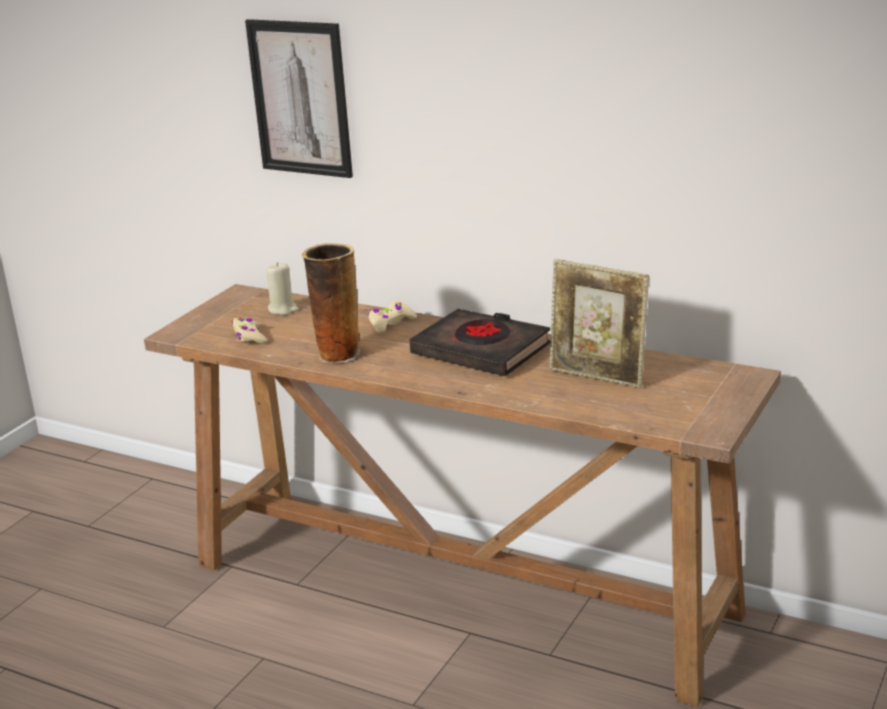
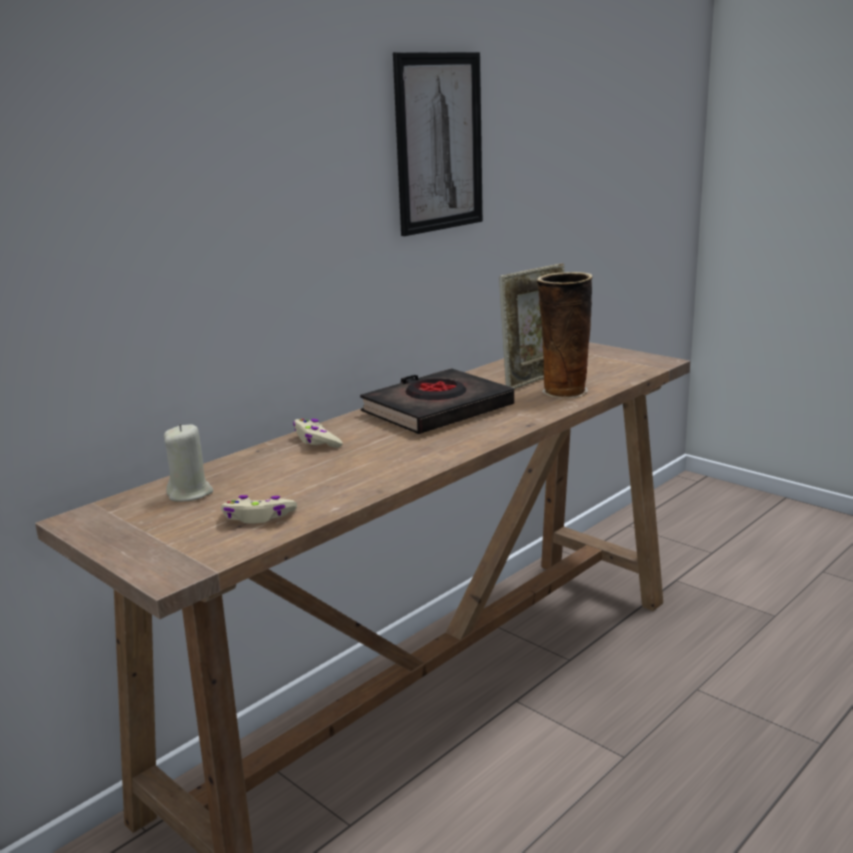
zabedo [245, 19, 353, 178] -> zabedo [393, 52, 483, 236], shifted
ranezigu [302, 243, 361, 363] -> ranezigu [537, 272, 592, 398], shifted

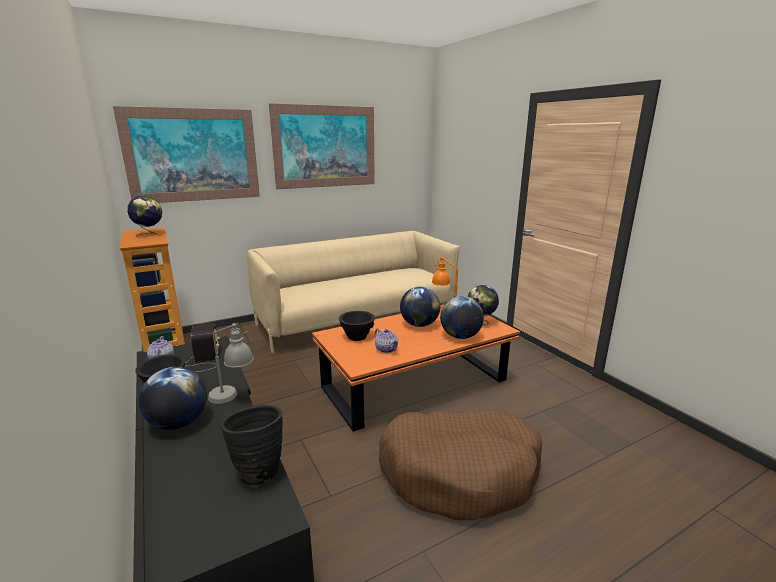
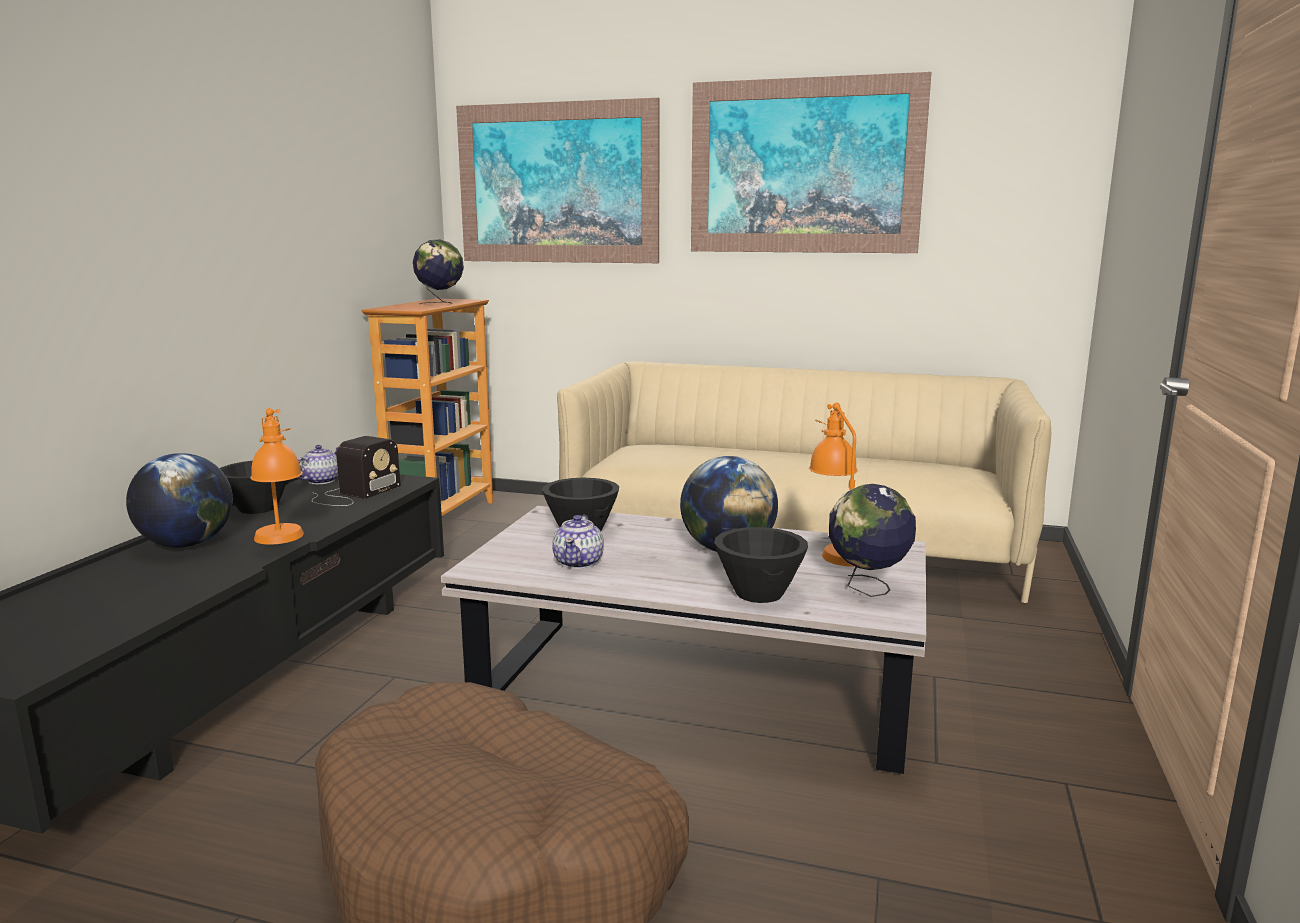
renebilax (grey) [208, 322, 254, 404] -> renebilax (orange) [250, 408, 304, 545]
ranezigu (black) [220, 405, 283, 487] -> none
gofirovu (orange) [312, 305, 520, 432] -> gofirovu (white) [441, 506, 926, 774]
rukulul [440, 296, 484, 339] -> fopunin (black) [715, 527, 808, 603]

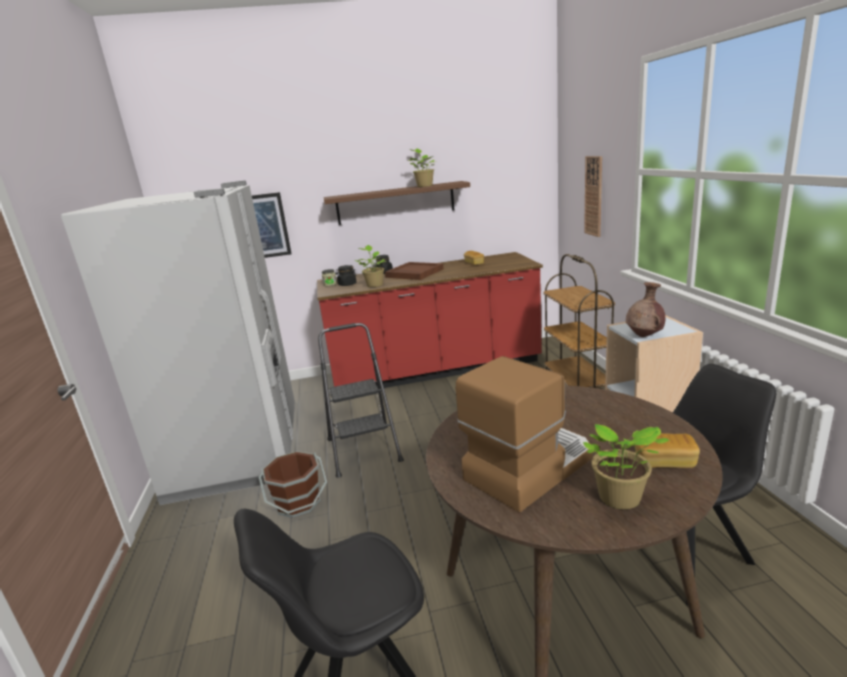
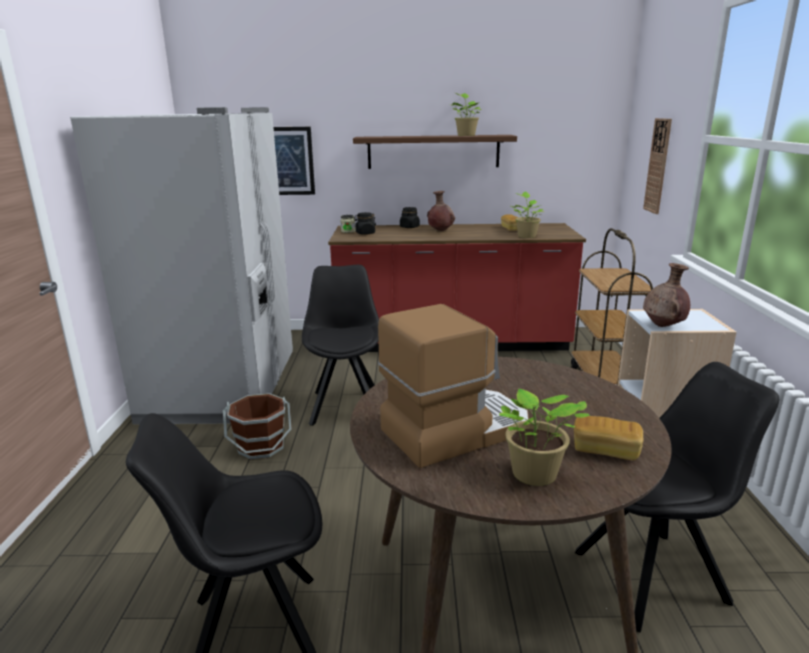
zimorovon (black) [318, 323, 404, 478] -> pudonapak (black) [302, 265, 379, 426]
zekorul [354, 245, 386, 287] -> zekorul [511, 192, 544, 238], shifted
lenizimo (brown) [385, 262, 444, 280] -> ranezigu (brown) [427, 191, 455, 231]

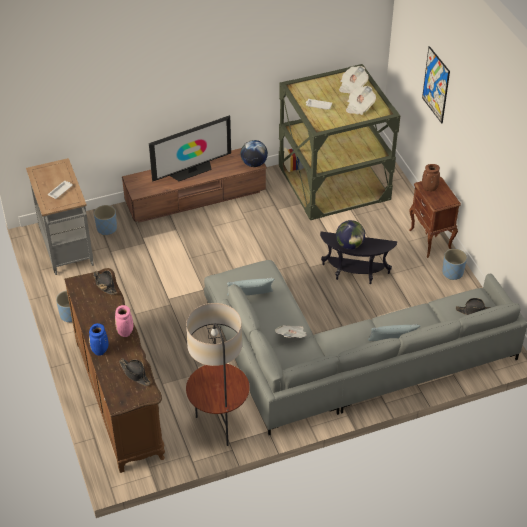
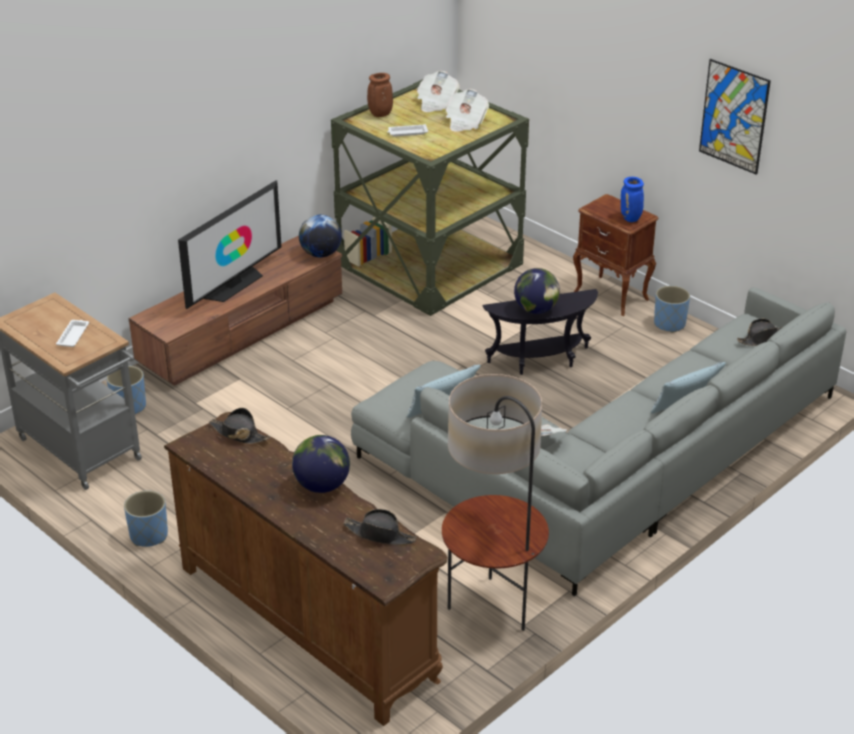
ranezigu (blue) [89, 323, 109, 356] -> ranezigu (blue) [621, 177, 644, 222], shifted
ranezigu (pink) [115, 305, 133, 337] -> rukulul [292, 435, 350, 493]
zabedo [422, 46, 450, 124] -> zabedo [699, 59, 771, 175], shifted
ranezigu (brown) [422, 164, 440, 192] -> ranezigu (brown) [367, 73, 393, 117], shifted

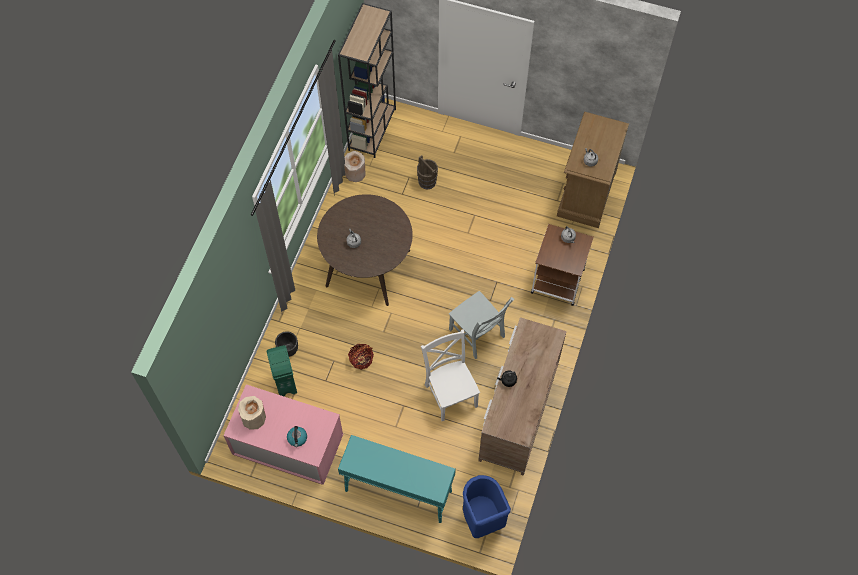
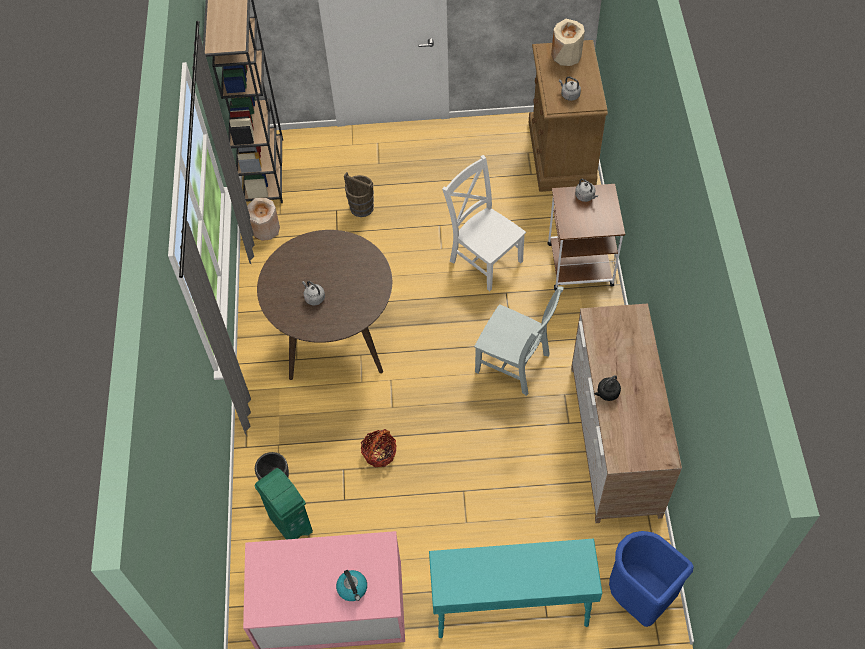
ranezigu (beige) [238, 396, 266, 430] -> ranezigu (beige) [551, 19, 585, 66], shifted
pudonapak (white) [421, 329, 480, 421] -> pudonapak (white) [442, 155, 526, 291], shifted

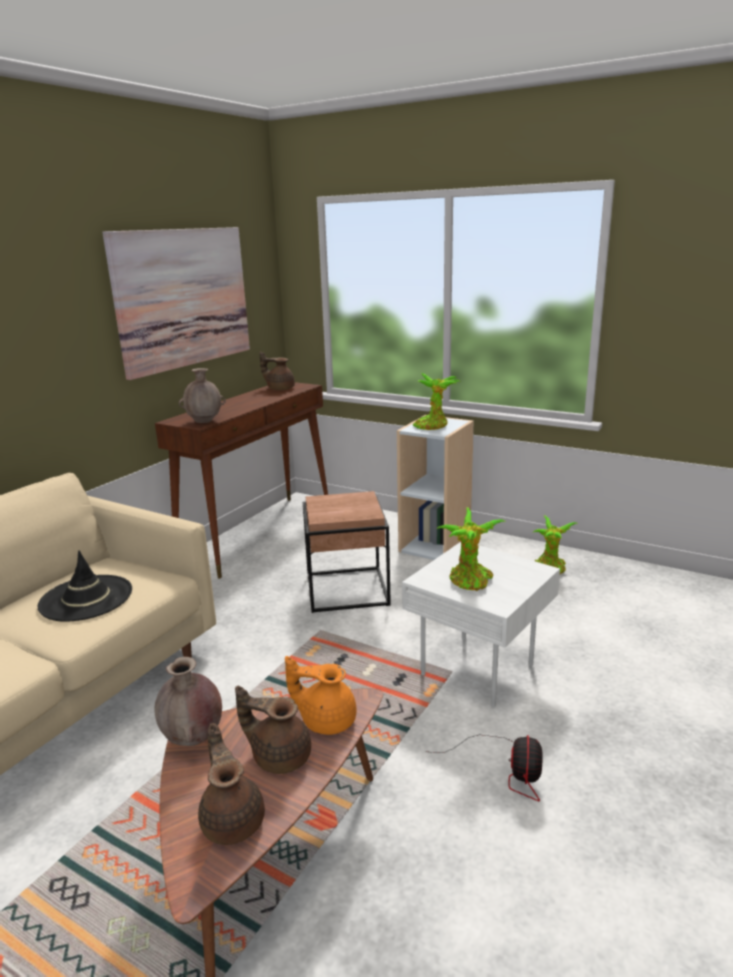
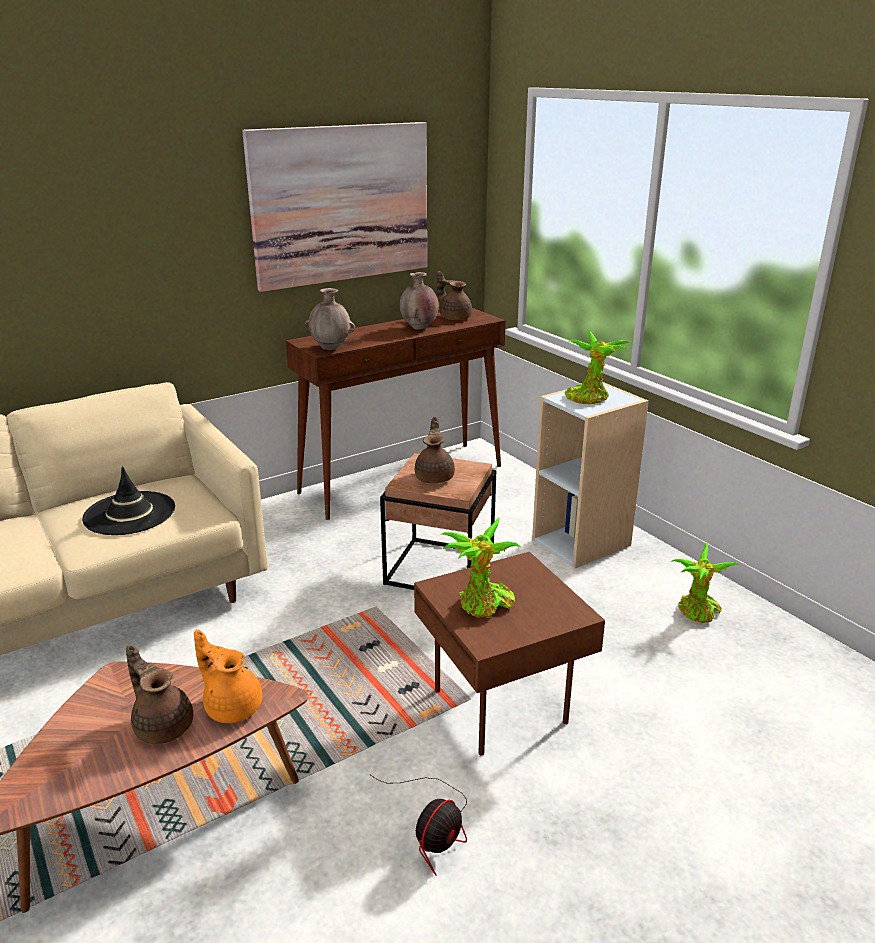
ranezigu (brown) [154, 657, 222, 746] -> ranezigu (brown) [400, 272, 439, 330], shifted
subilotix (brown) [198, 723, 265, 845] -> subilotix (brown) [415, 417, 455, 484], shifted
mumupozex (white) [402, 542, 560, 707] -> mumupozex (brown) [414, 552, 605, 756]

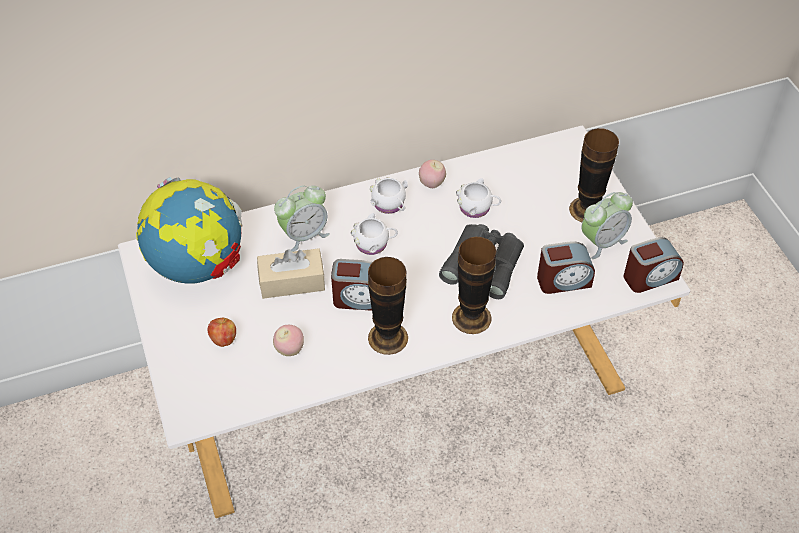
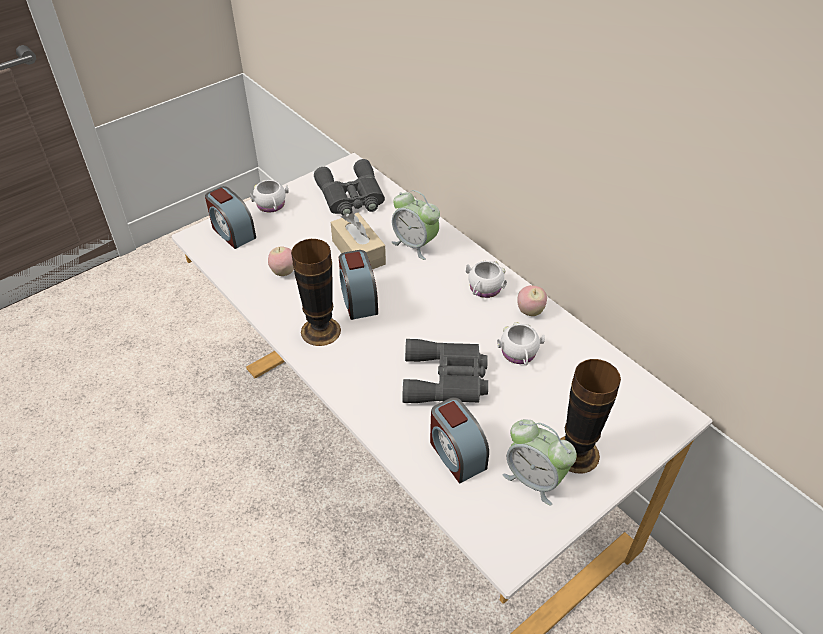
rukulul [136, 177, 242, 284] -> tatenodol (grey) [314, 159, 385, 216]
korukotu [208, 317, 236, 347] -> none
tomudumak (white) [351, 213, 398, 255] -> tomudumak (white) [250, 180, 289, 213], shifted
ranezigu [452, 237, 496, 334] -> none
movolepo [624, 237, 684, 293] -> movolepo [205, 186, 256, 249], shifted

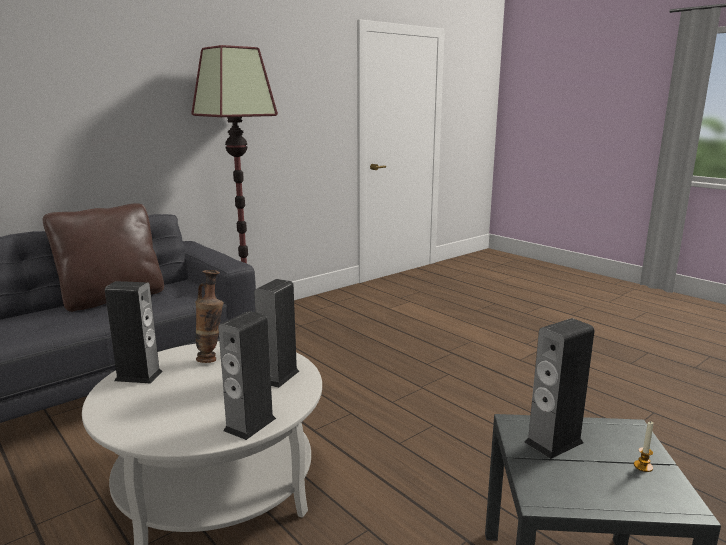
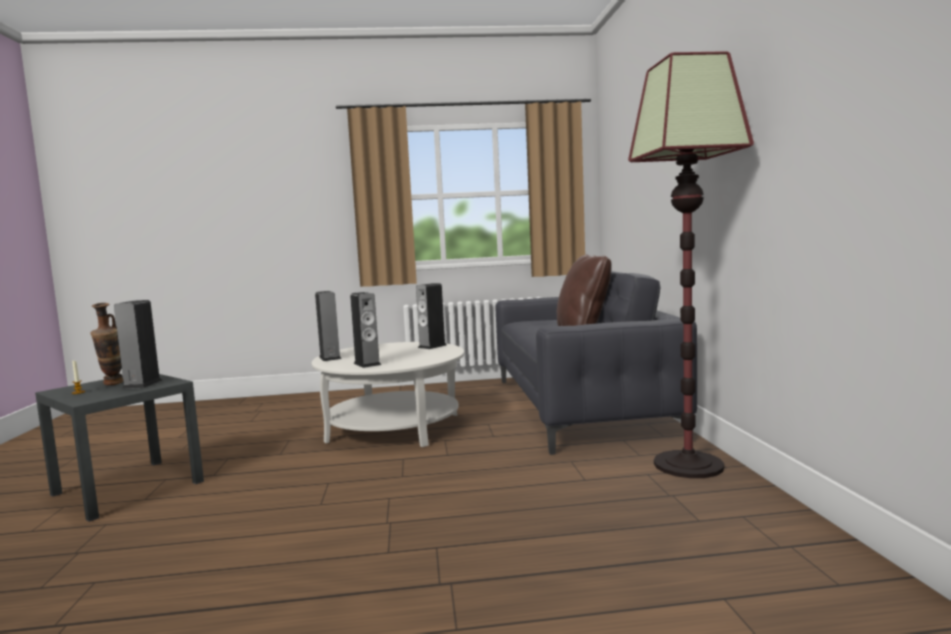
ranezigu [195, 270, 224, 363] -> ranezigu [91, 303, 123, 385], shifted

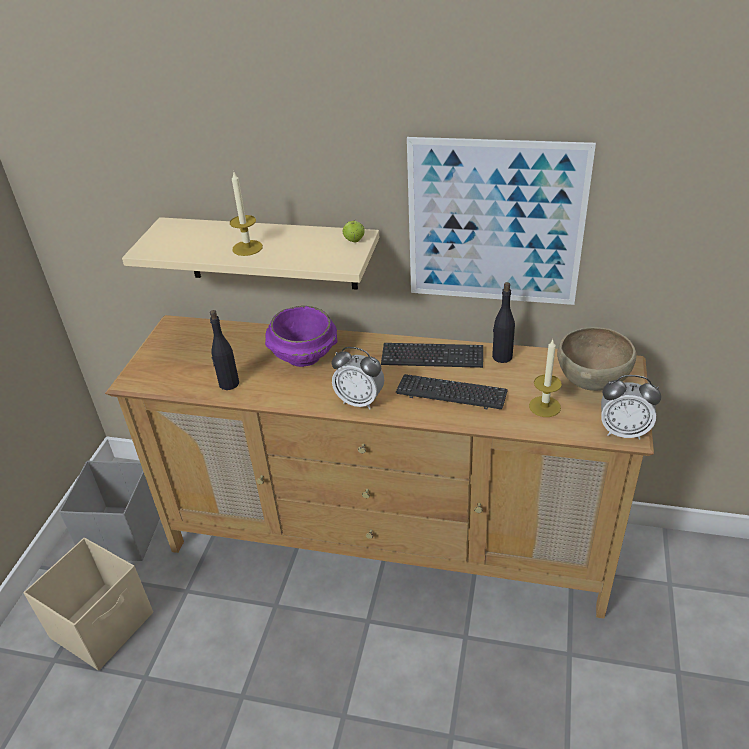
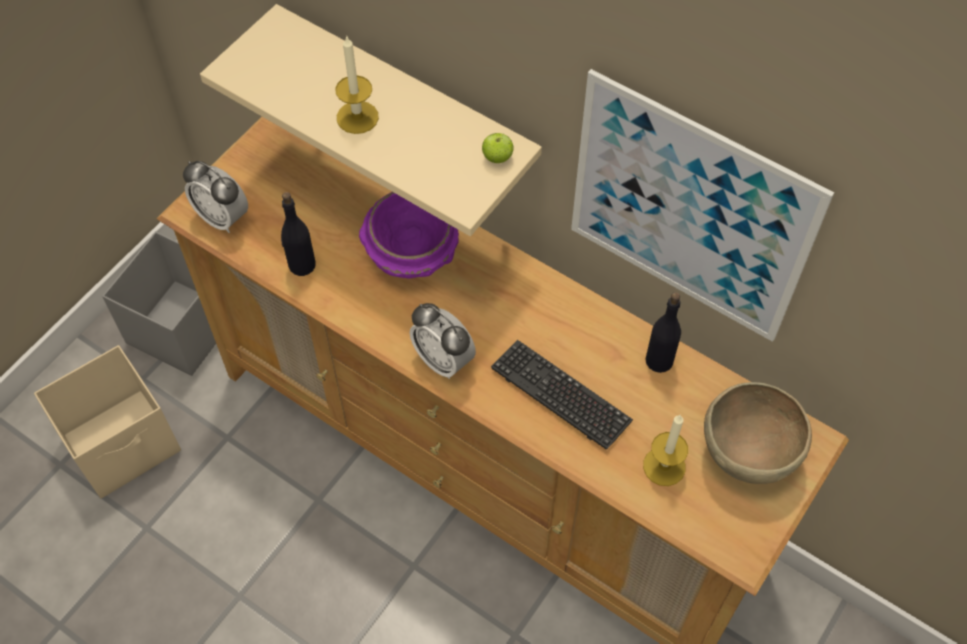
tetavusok [381, 343, 483, 368] -> none
movolepo [601, 375, 661, 440] -> movolepo [183, 161, 248, 233], shifted

